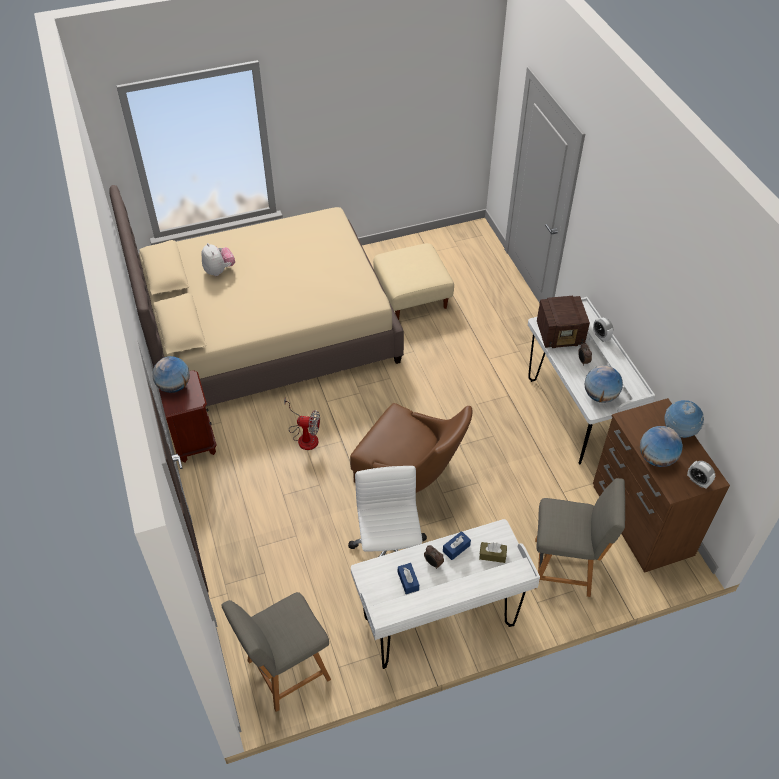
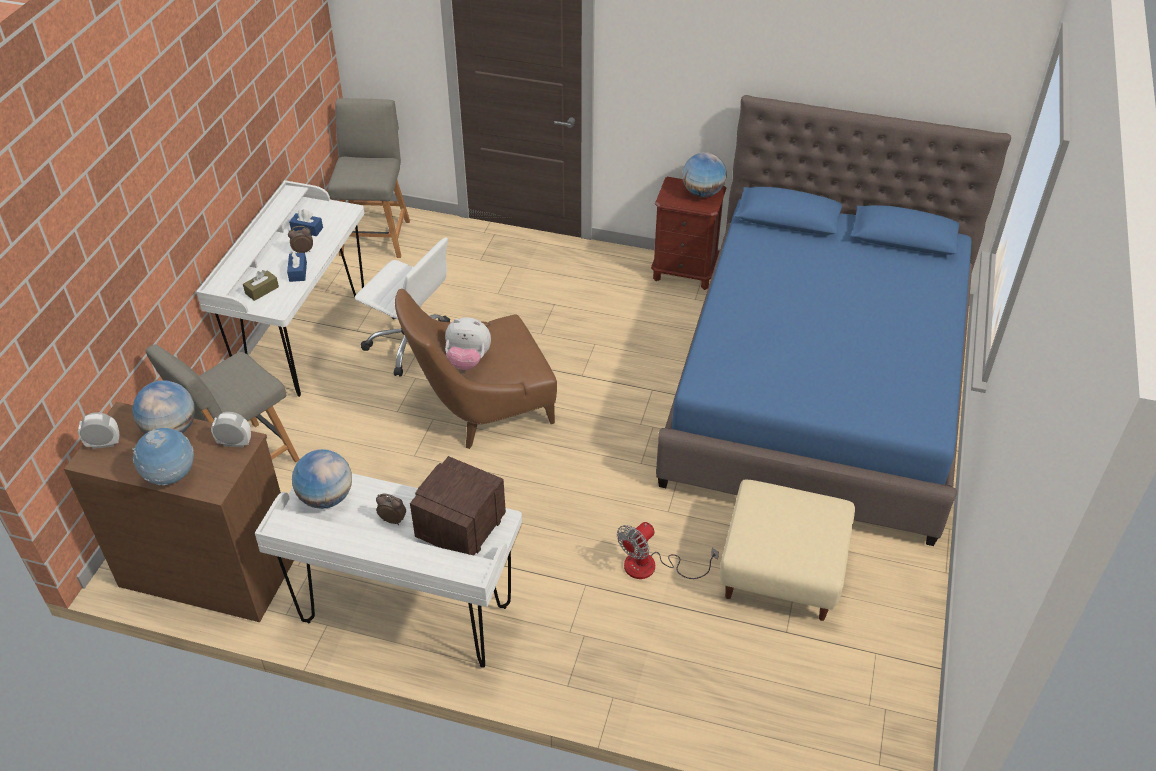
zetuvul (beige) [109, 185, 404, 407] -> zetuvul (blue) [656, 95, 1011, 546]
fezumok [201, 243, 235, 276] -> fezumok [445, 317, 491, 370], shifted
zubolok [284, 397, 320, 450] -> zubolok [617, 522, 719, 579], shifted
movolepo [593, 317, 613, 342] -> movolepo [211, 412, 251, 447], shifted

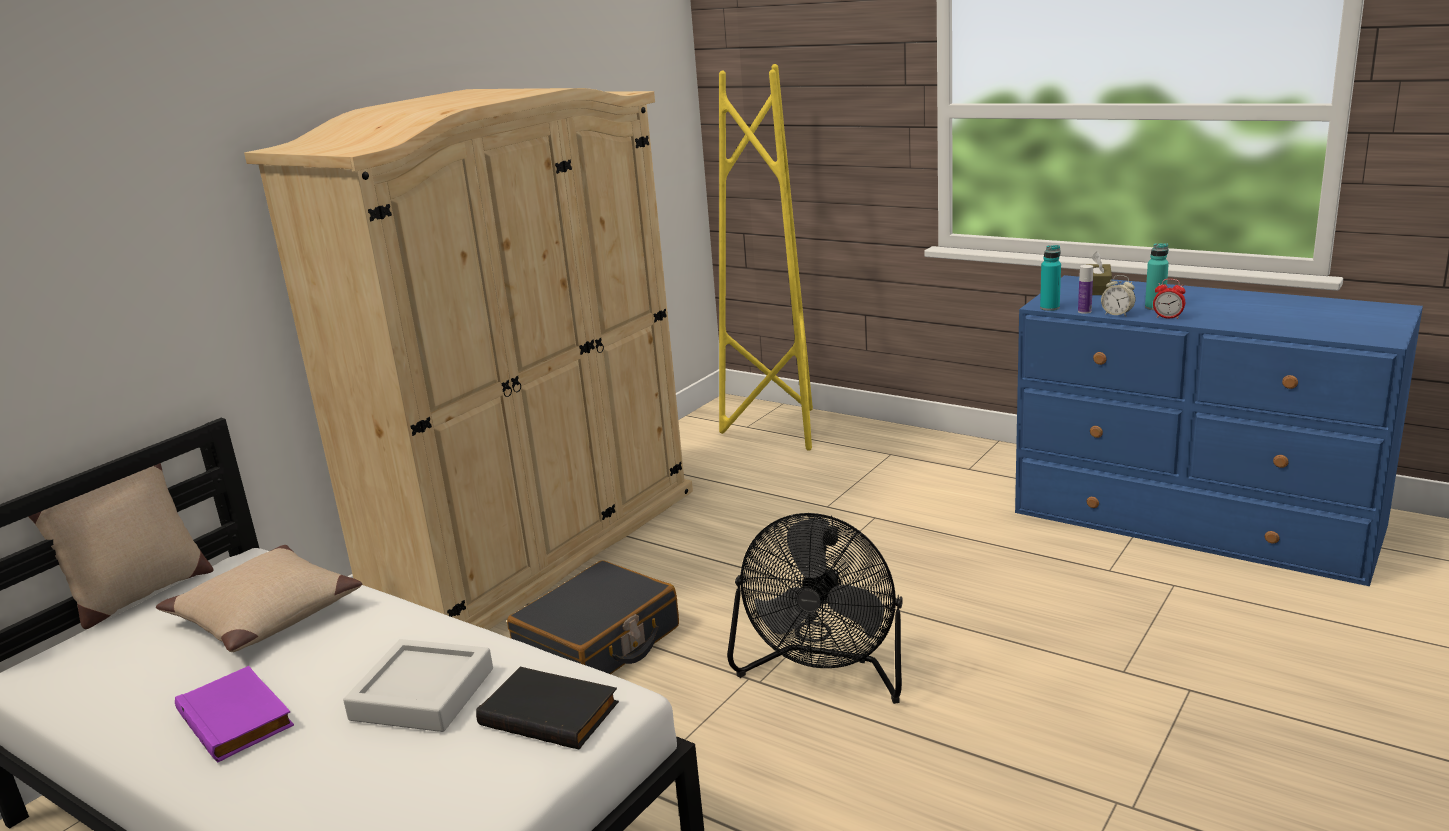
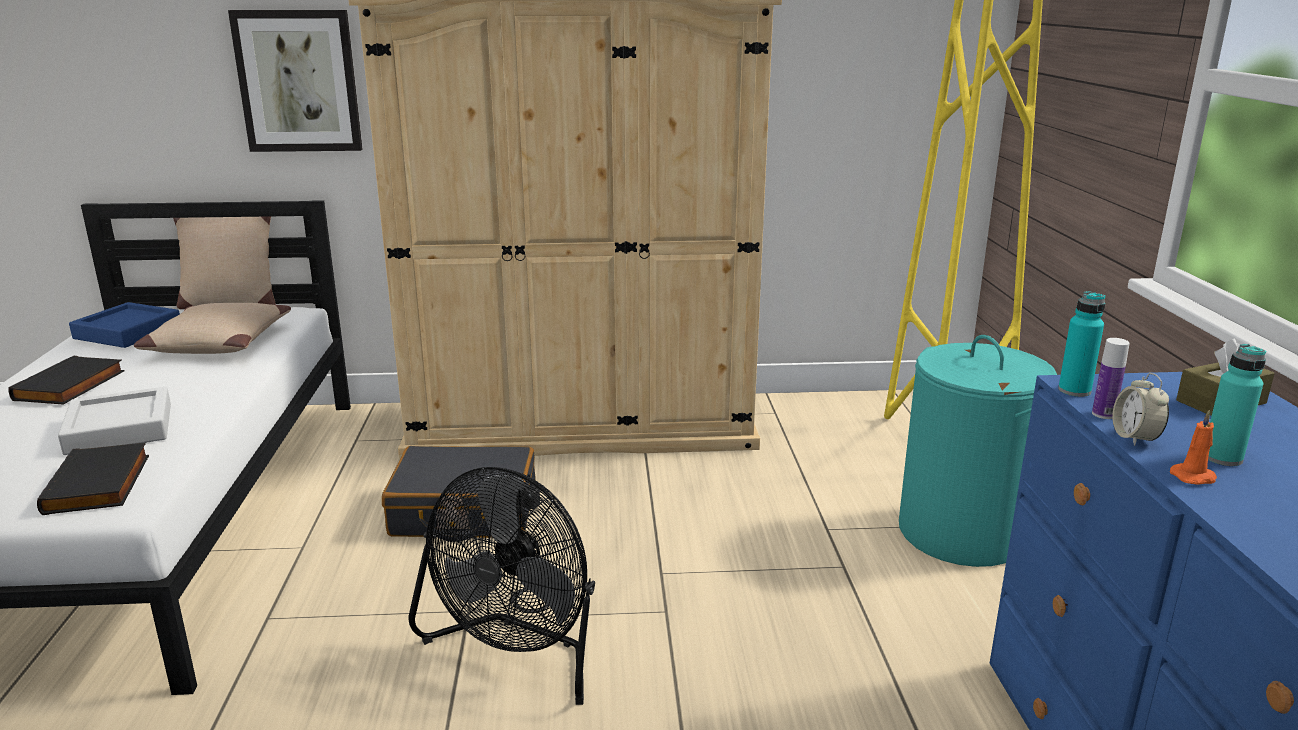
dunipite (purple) [175, 666, 294, 762] -> dunipite (black) [9, 356, 124, 405]
zubolok (black) [727, 513, 903, 704] -> zubolok (black) [408, 467, 595, 705], 45 degrees counterclockwise
movolepo [1153, 279, 1186, 319] -> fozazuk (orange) [1170, 410, 1217, 485]
none -> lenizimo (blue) [69, 302, 180, 348]
none -> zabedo [228, 10, 363, 152]
none -> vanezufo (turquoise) [899, 335, 1057, 567]

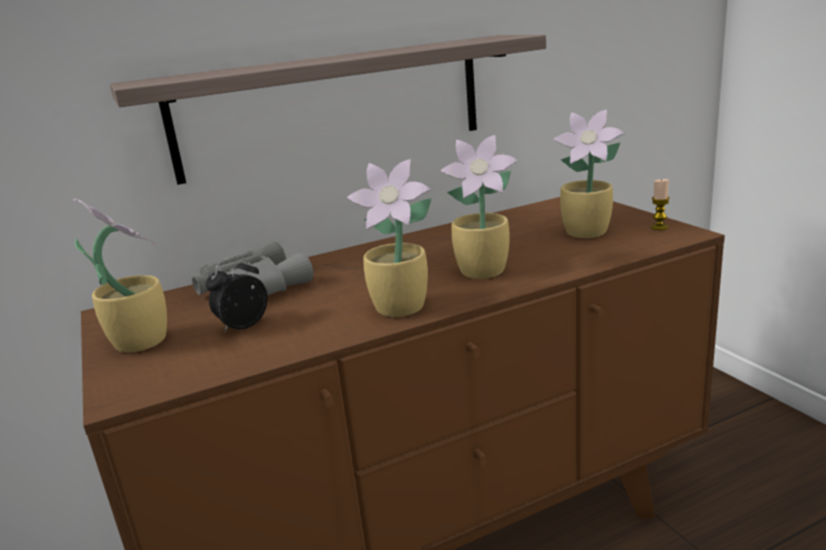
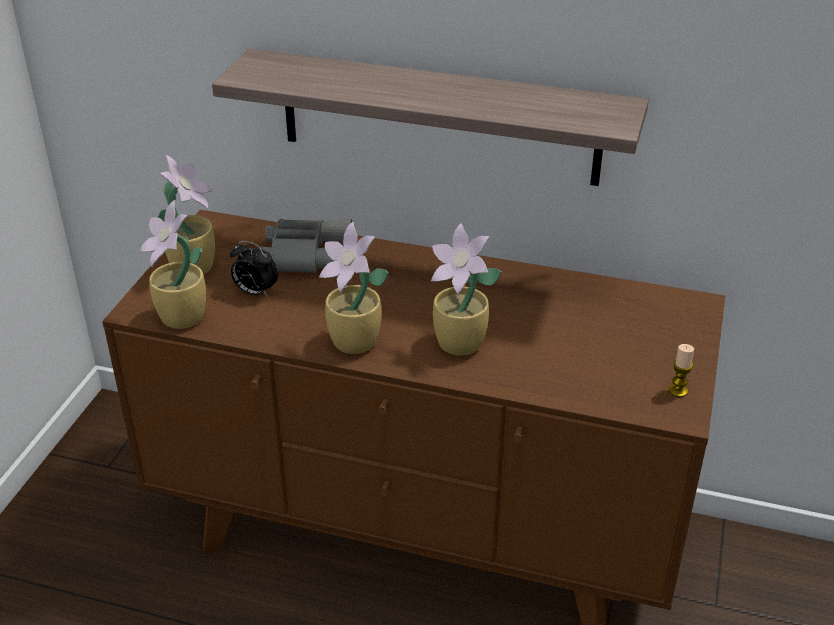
movolepo [206, 256, 268, 333] -> movolepo [230, 241, 278, 297], 150 degrees counterclockwise
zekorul [553, 110, 625, 238] -> zekorul [140, 200, 206, 329], shifted

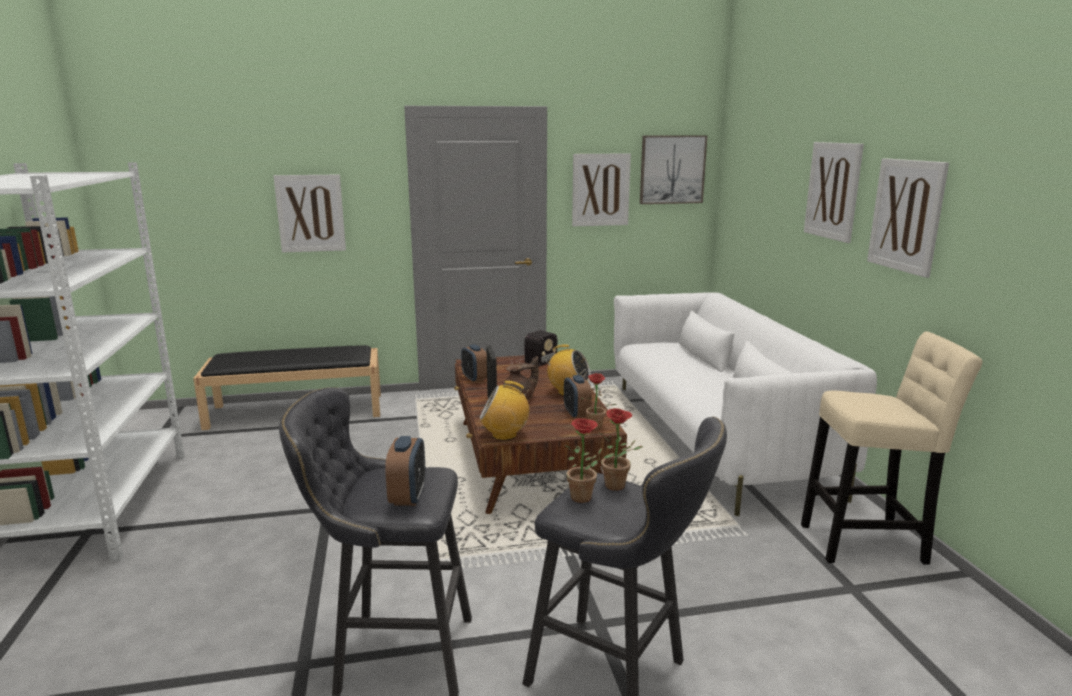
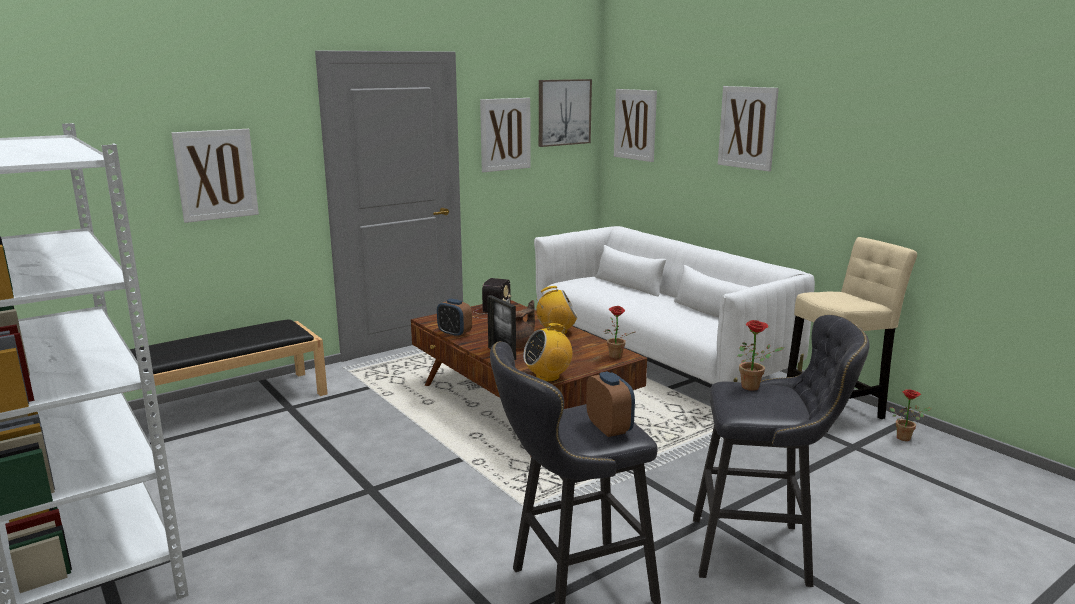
movolepo [564, 375, 592, 419] -> none
zekorul [564, 418, 615, 503] -> zekorul [890, 389, 932, 441], shifted
zabedo [867, 158, 949, 278] -> zabedo [614, 89, 657, 162], shifted

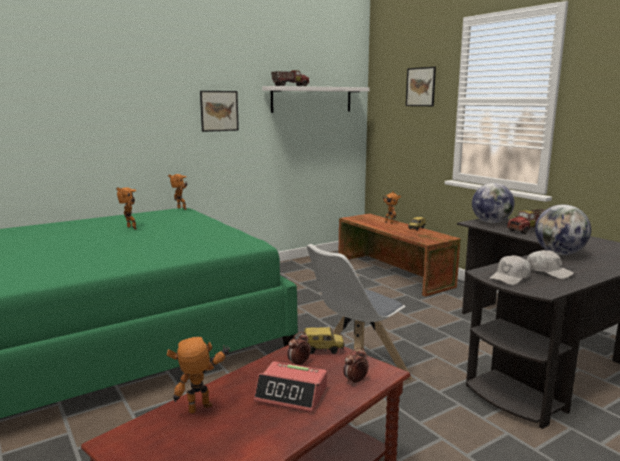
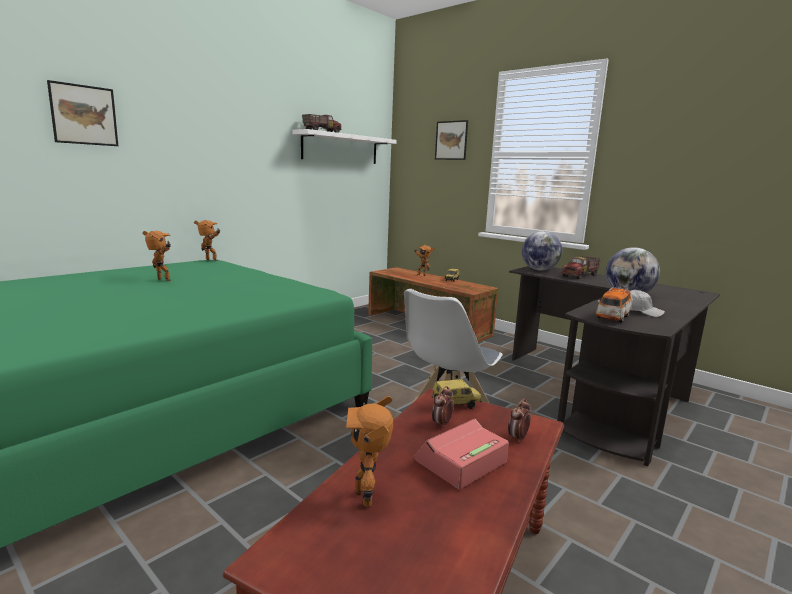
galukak [167, 337, 230, 414] -> galukak [346, 396, 393, 507], 60 degrees counterclockwise
zabedo [200, 91, 239, 132] -> zabedo [47, 80, 118, 146], shifted
movolepo [254, 361, 327, 412] -> movolepo [414, 419, 509, 489], 135 degrees clockwise
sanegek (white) [489, 255, 531, 285] -> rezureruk [596, 286, 632, 323]

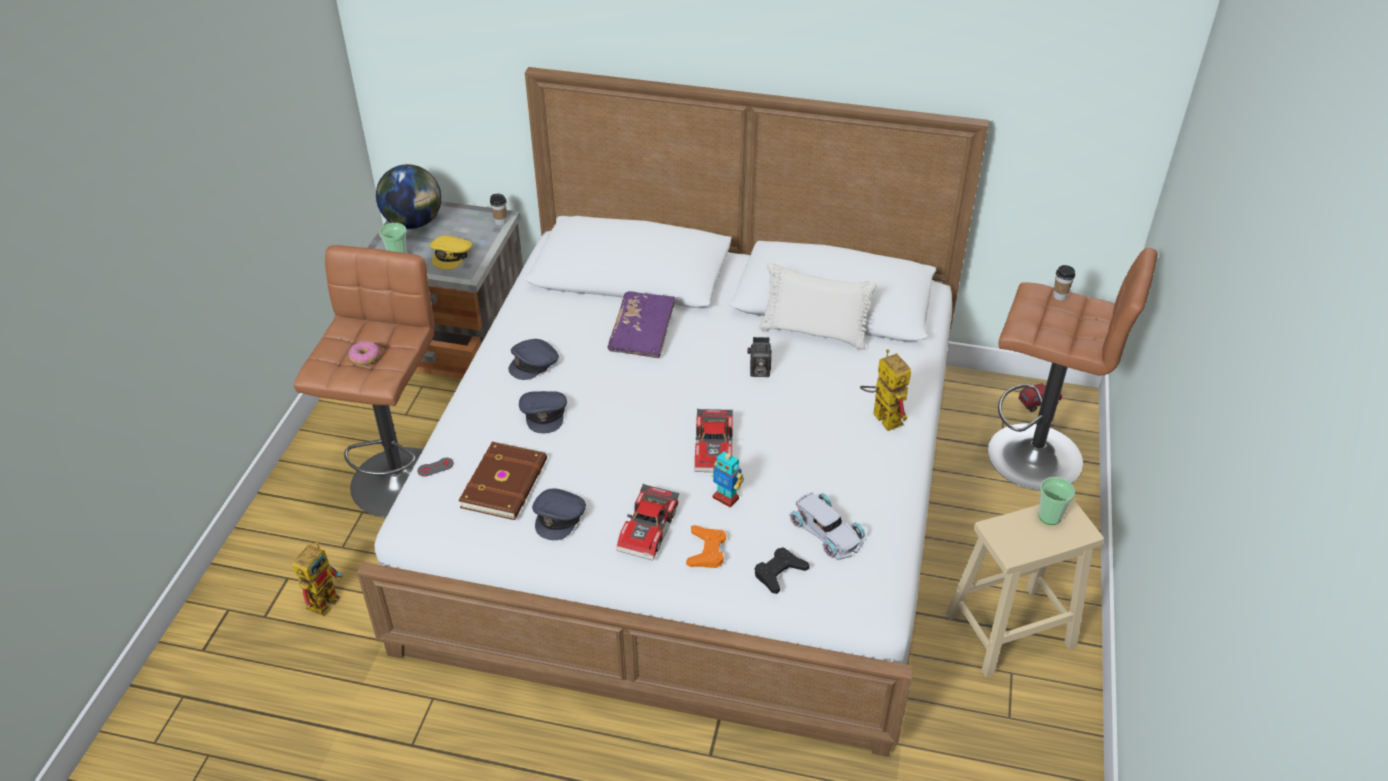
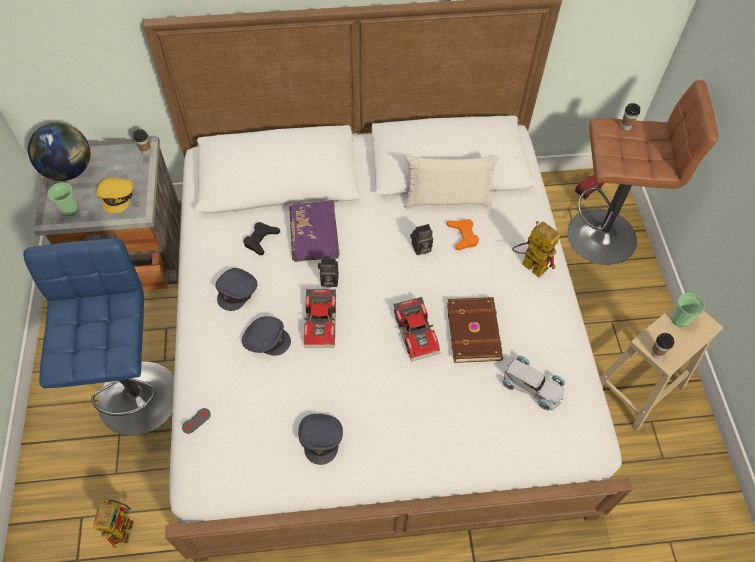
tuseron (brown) [294, 245, 434, 517] -> tuseron (blue) [23, 238, 174, 436]
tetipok [348, 341, 380, 365] -> none
dunipite (brown) [458, 442, 547, 520] -> dunipite (brown) [447, 297, 503, 363], shifted
sanegek (grey) [519, 391, 567, 433] -> sanegek (grey) [242, 316, 291, 356], 45 degrees counterclockwise
rezureruk [616, 483, 679, 560] -> rezureruk [304, 289, 336, 348], shifted
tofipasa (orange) [686, 525, 726, 568] -> tofipasa (orange) [447, 219, 479, 250], shifted
galukak [712, 450, 744, 508] -> none
tofipasa (black) [755, 548, 810, 594] -> tofipasa (black) [243, 222, 280, 255], shifted
none -> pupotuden [318, 258, 339, 287]
none -> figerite [651, 333, 674, 359]

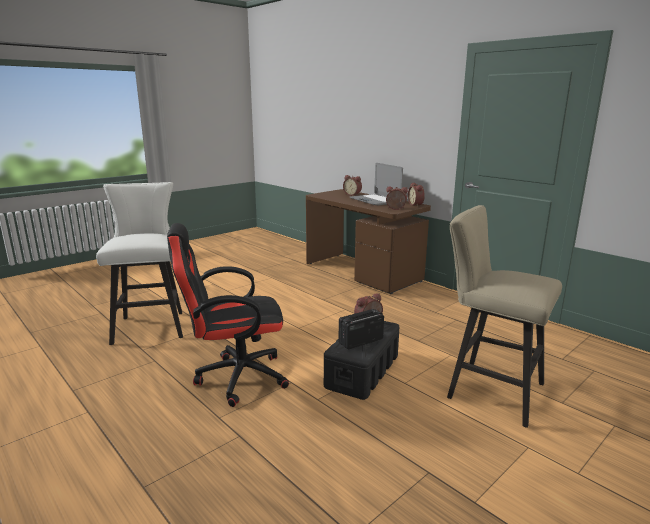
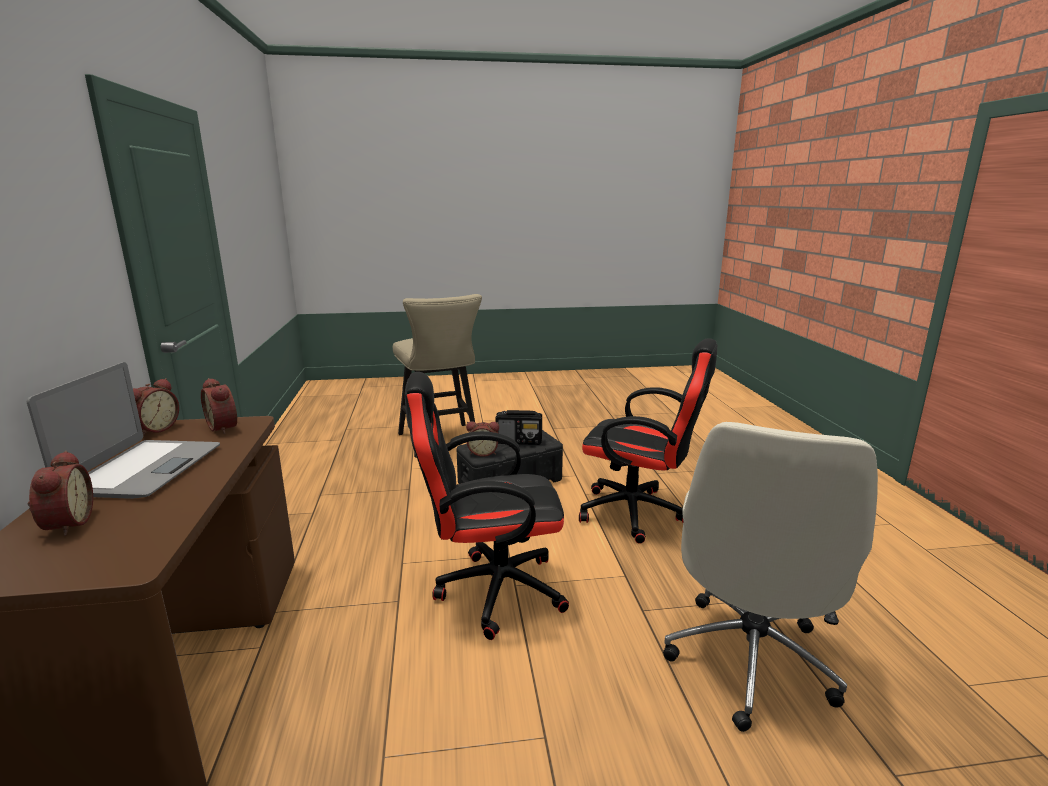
tuseron (white) [96, 182, 183, 345] -> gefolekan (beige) [663, 422, 878, 732]
none -> gefolekan (black) [405, 372, 569, 640]

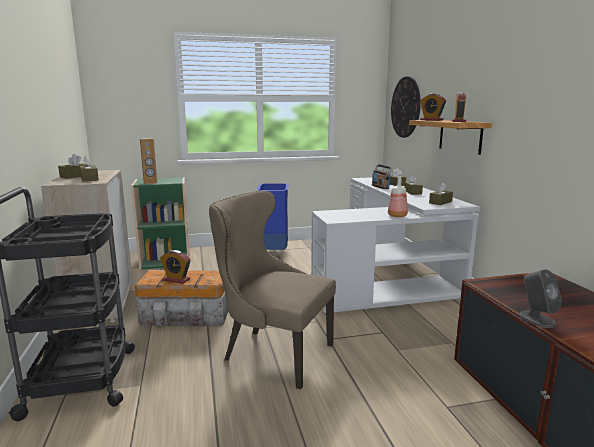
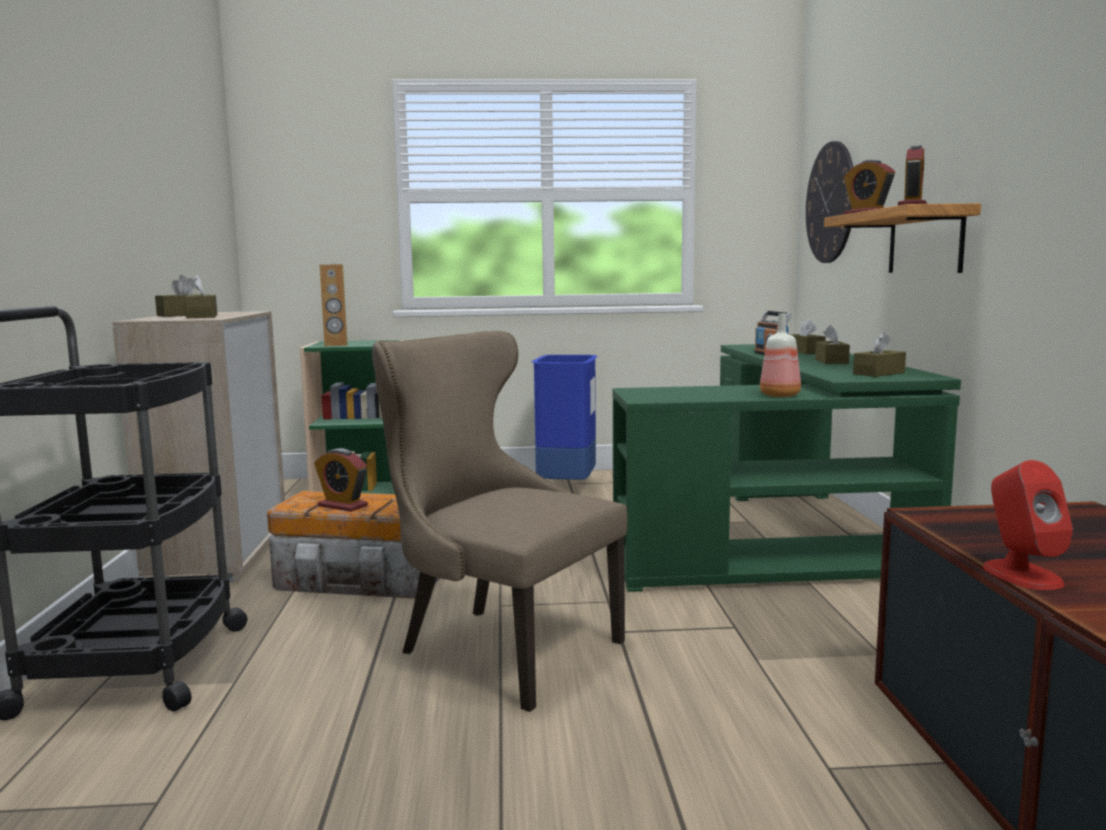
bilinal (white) [311, 177, 480, 315] -> bilinal (green) [613, 344, 961, 592]
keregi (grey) [519, 269, 562, 328] -> keregi (red) [983, 460, 1073, 590]

